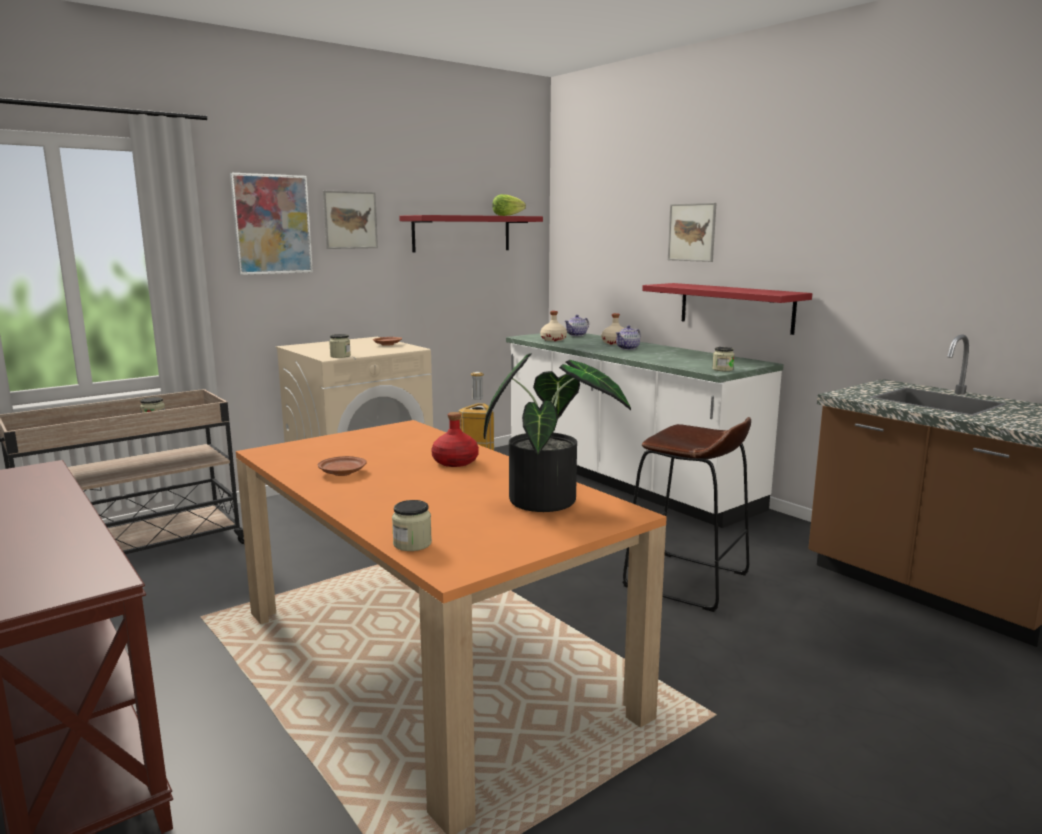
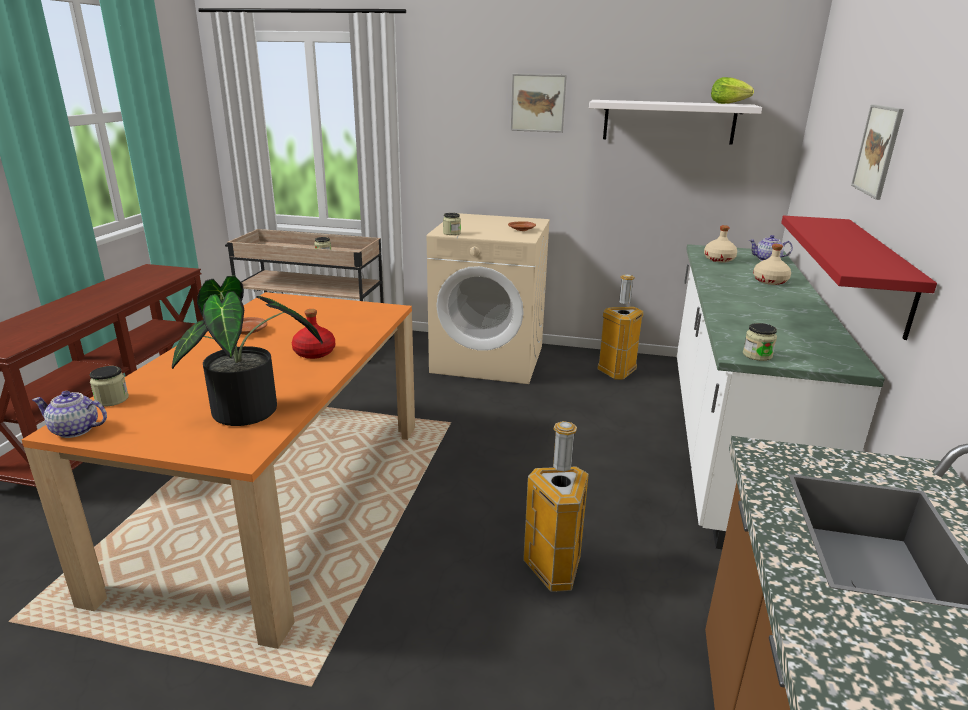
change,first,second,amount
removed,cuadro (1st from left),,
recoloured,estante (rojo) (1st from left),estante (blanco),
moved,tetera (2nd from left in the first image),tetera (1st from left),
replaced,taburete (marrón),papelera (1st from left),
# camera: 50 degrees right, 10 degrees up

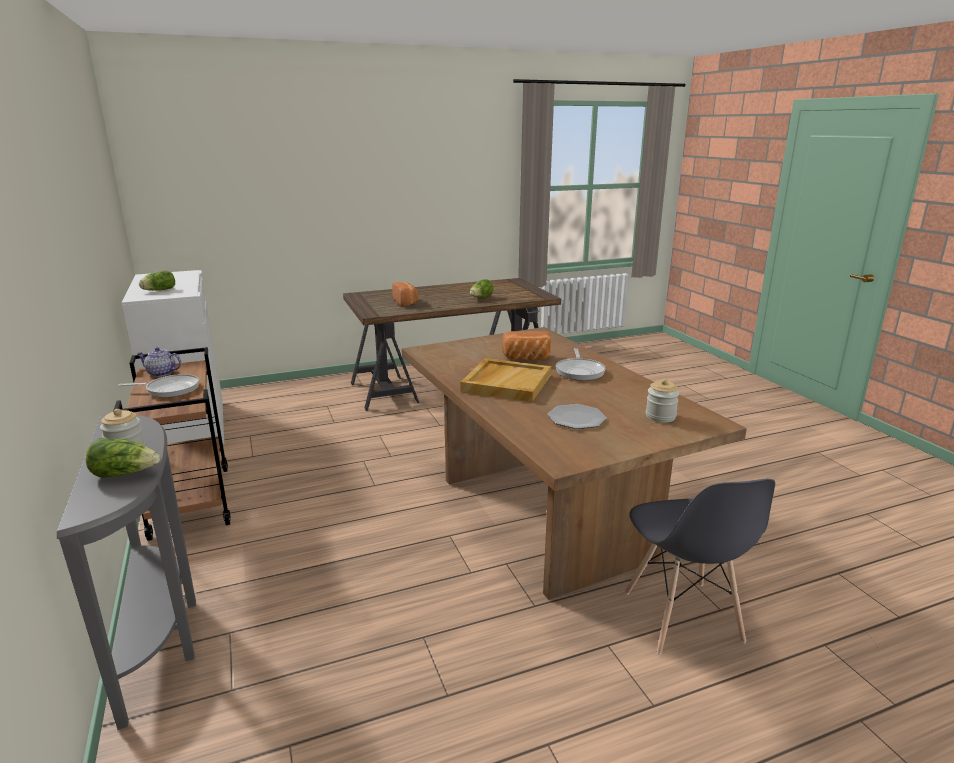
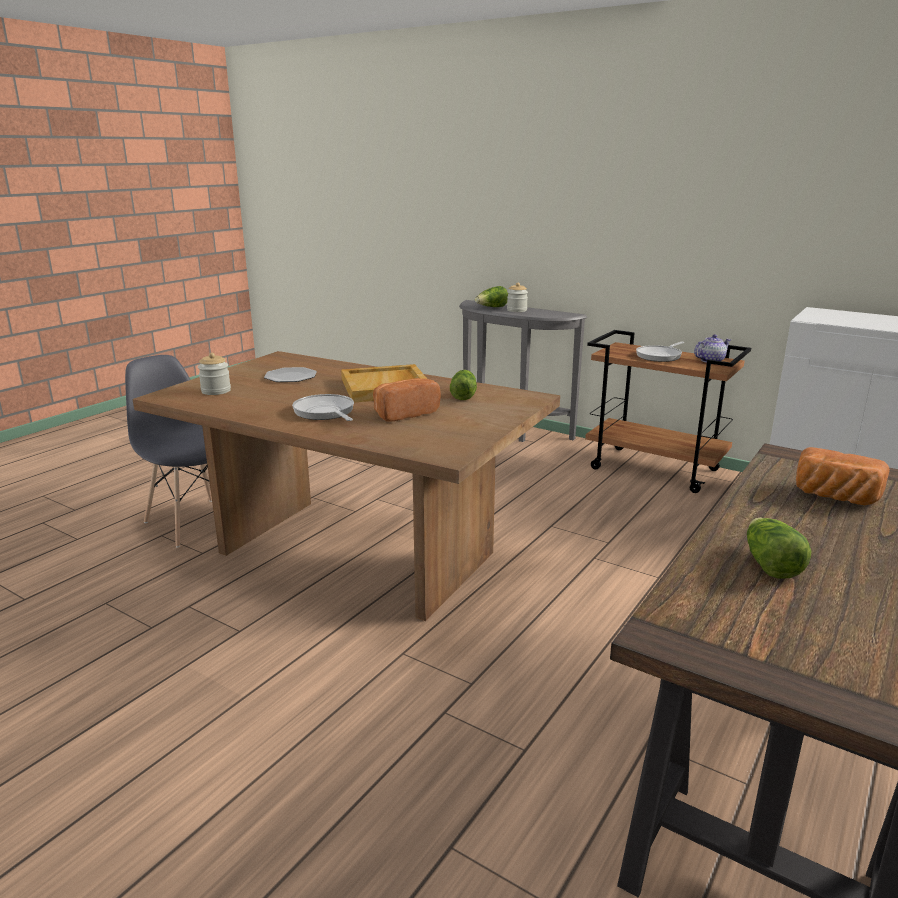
change,first,second,amount
moved,lechuga (2nd from left in the first image),lechuga (1st from left),
# camera: 145 degrees right, 0 degrees up

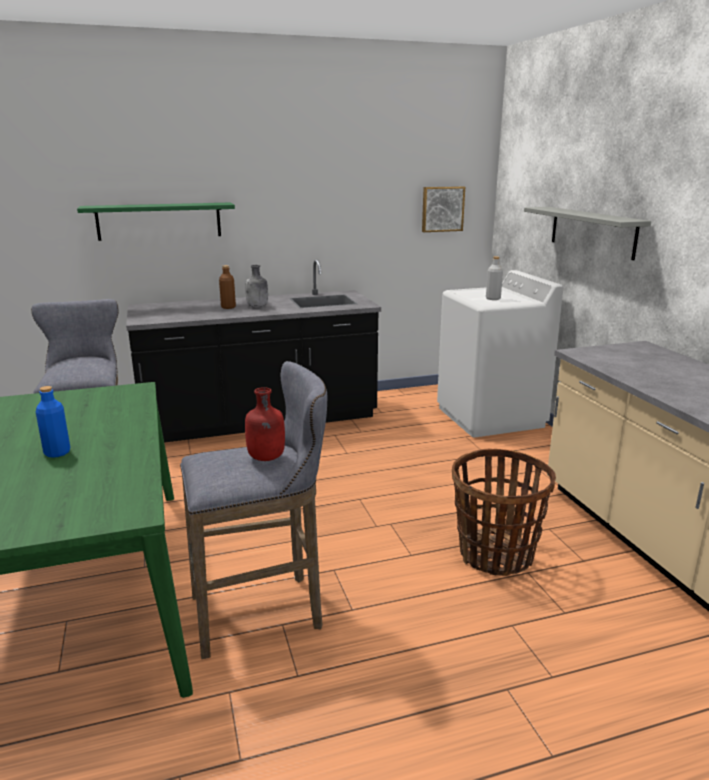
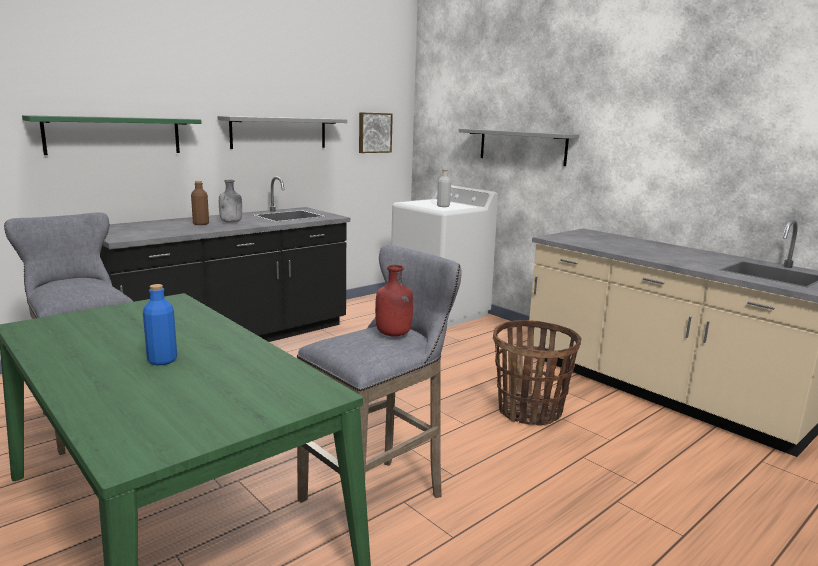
change,first,second,amount
added,,estante (gris) (1st from left),
# camera: 25 degrees left, 5 degrees down

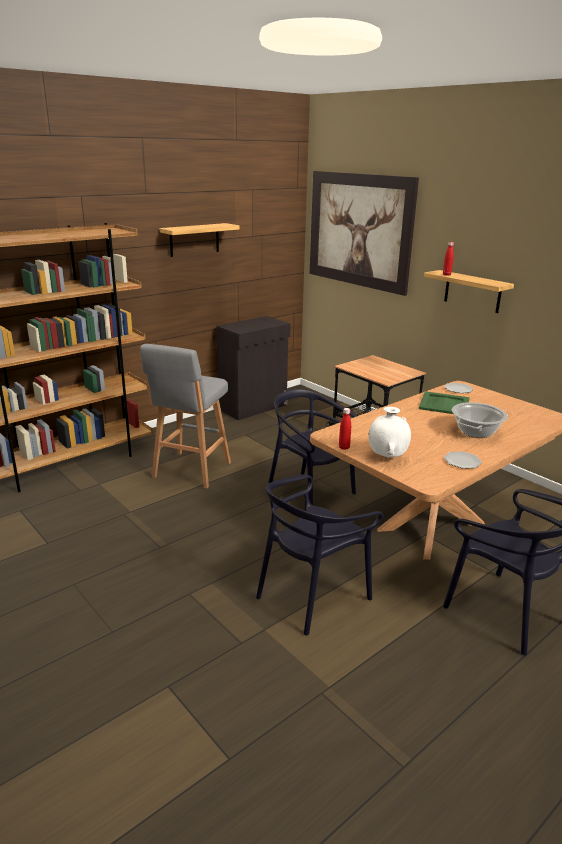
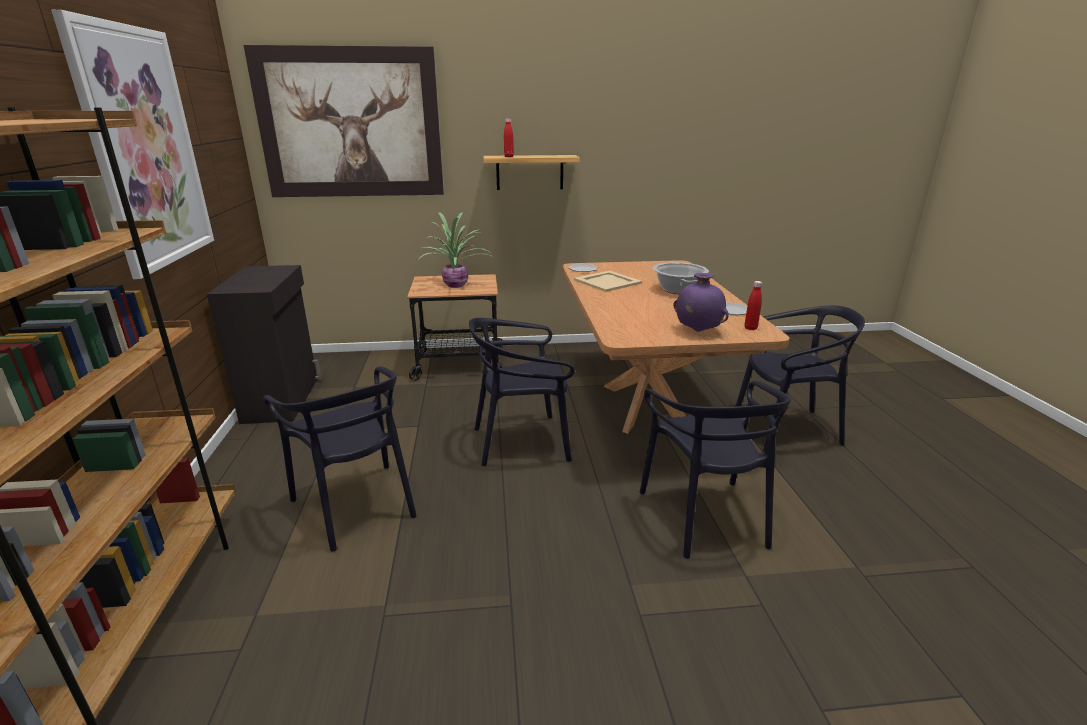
change,first,second,amount
replaced,taburete (gris),silla (negro) (1st from left),
replaced,estante (1st from left),cuadro (1st from left),
moved,botella (rojo) (1st from left in the first image),botella (rojo) (2nd from left),
recoloured,florero (blanco),florero (morado),
recoloured,bandeja (verde),bandeja (beis),
added,,planta en maceta,
# camera: 55 degrees left, 0 degrees up

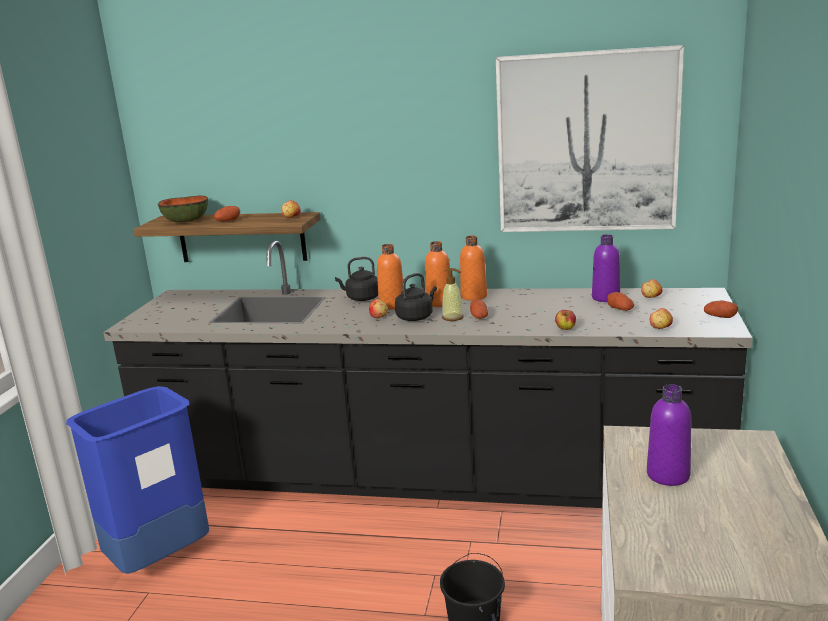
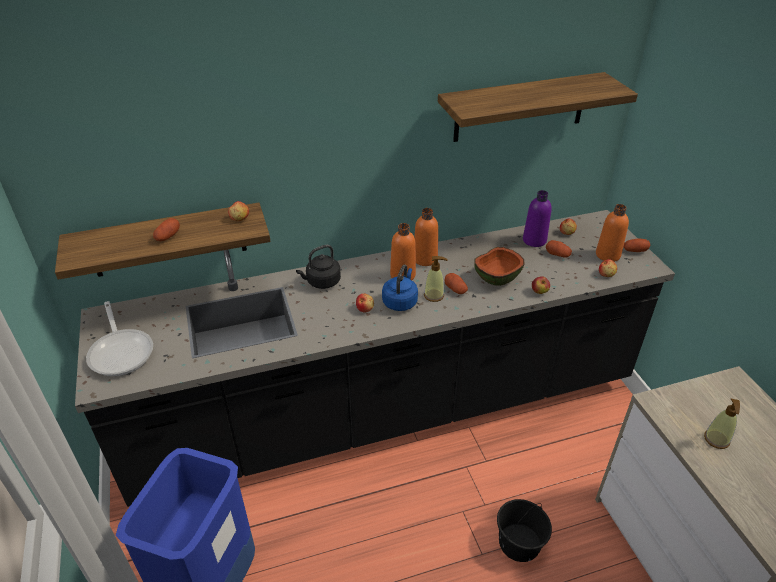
change,first,second,amount
moved,cuenco,,
moved,botella (naranja) (1st from left in the first image),botella (naranja) (3rd from left),
recoloured,hervidor (negro) (2nd from left),hervidor (azul),
replaced,cuadro,estante (2nd from left),
replaced,botella (morado) (2nd from left),dispensador de jabón (2nd from left),
added,,sartén,
# camera: 30 degrees left, 20 degrees up

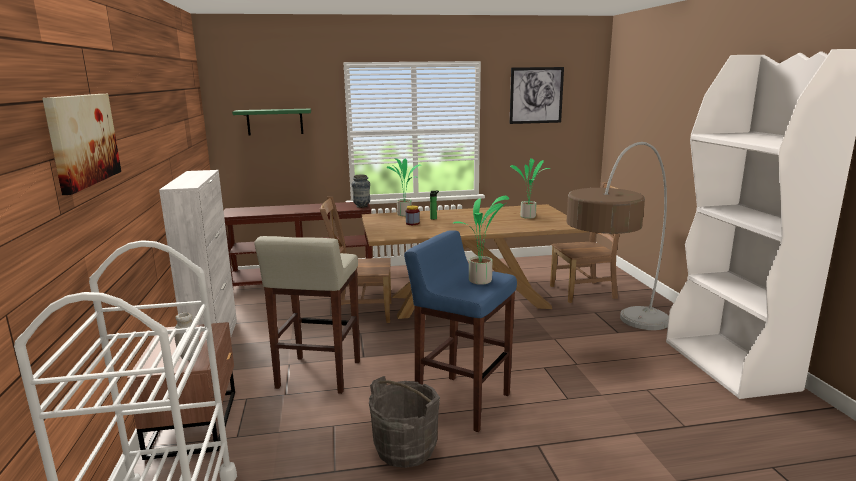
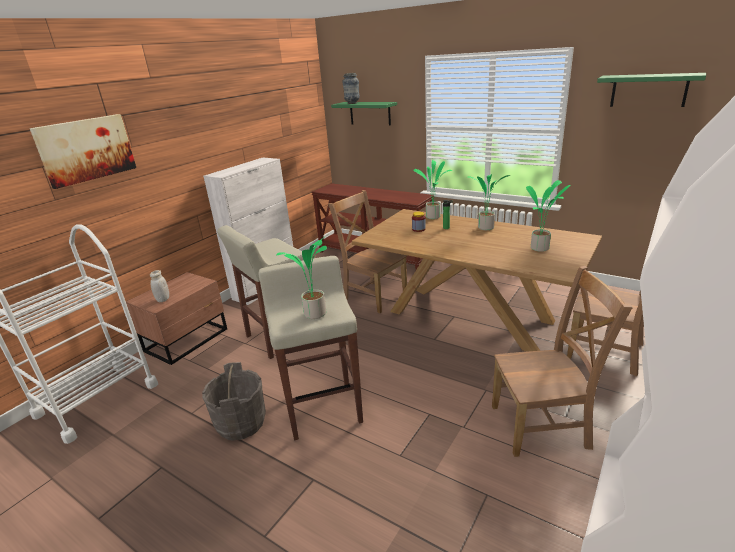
change,first,second,amount
moved,florero,,
recoloured,taburete (azul),taburete (beis) (2nd from left),
replaced,cuadro (2nd from left),estante (verde) (2nd from left),
replaced,lámpara de pie,silla (marrón) (2nd from left),
added,,planta en maceta (3rd from left),
# camera: 45 degrees right, 10 degrees up

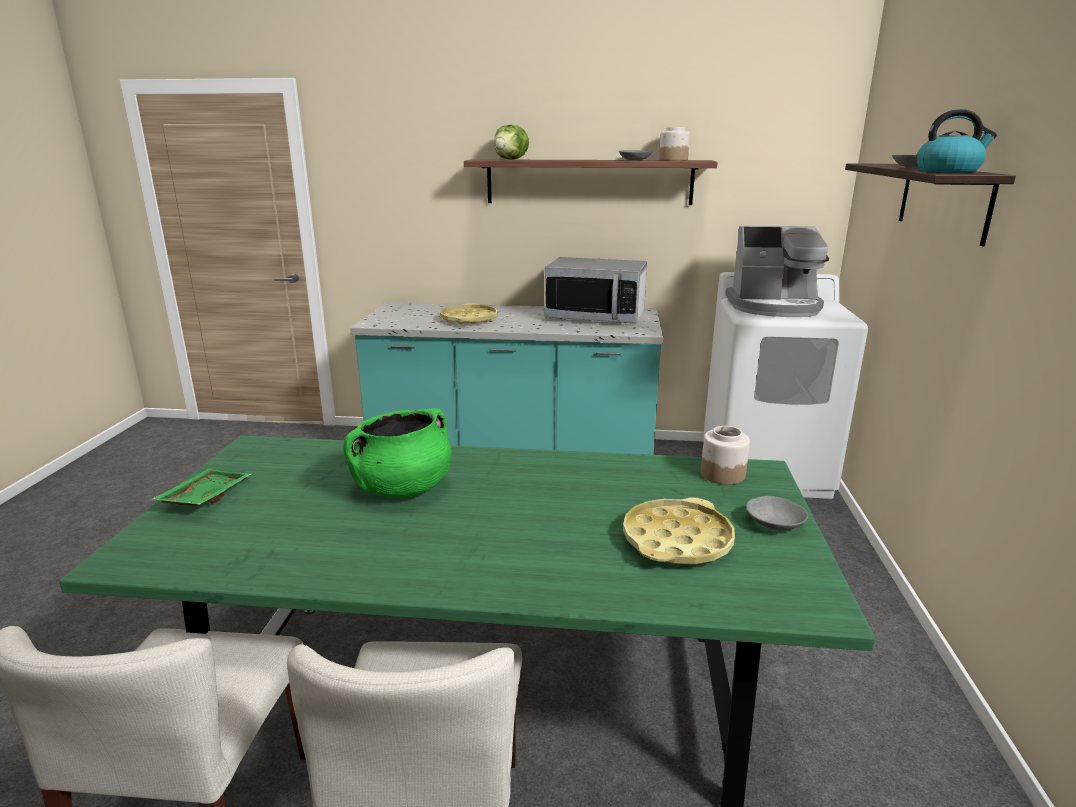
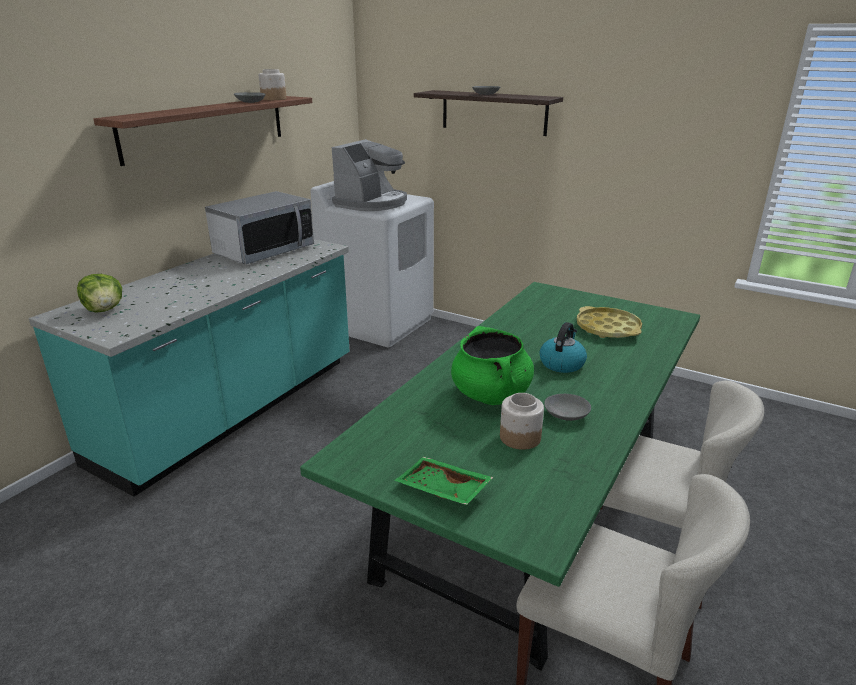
change,first,second,amount
removed,bandeja (amarillo) (1st from left),,
moved,lechuga,,
moved,tarro (2nd from left),,
moved,cuenco (gris) (2nd from left in the first image),cuenco (gris) (3rd from left),
moved,hervidor,,
# camera: 65 degrees left, 5 degrees up

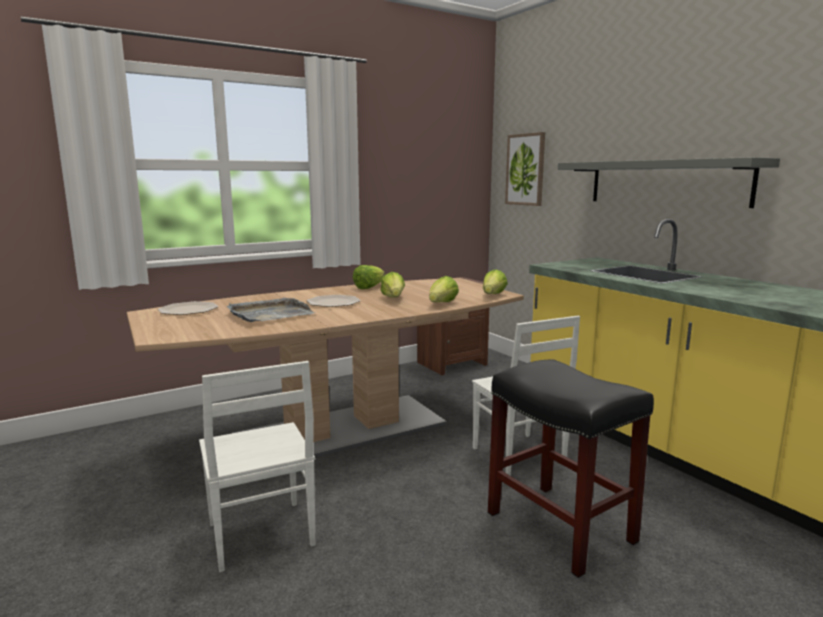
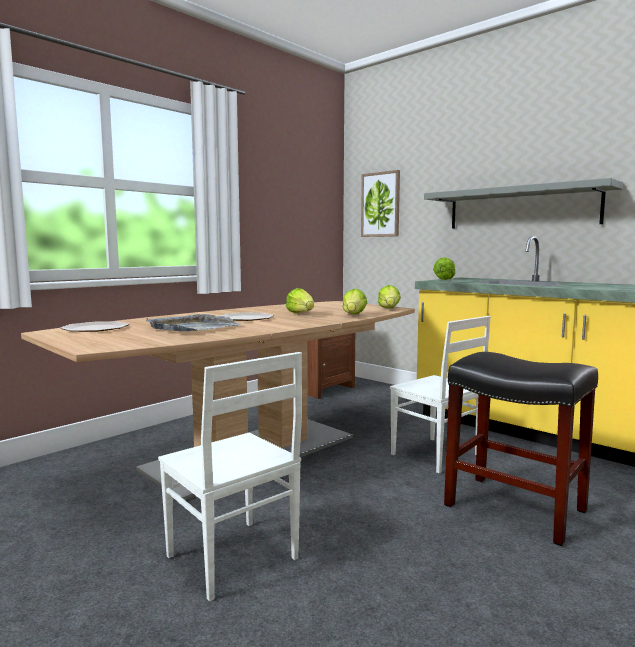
change,first,second,amount
moved,lechuga (1st from left in the first image),lechuga (4th from left),
# camera: 15 degrees left, 5 degrees down

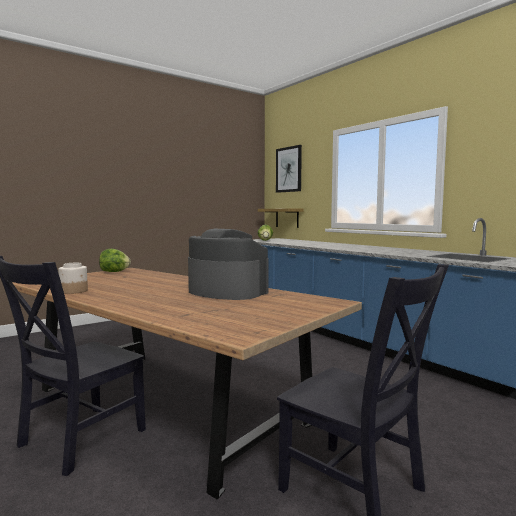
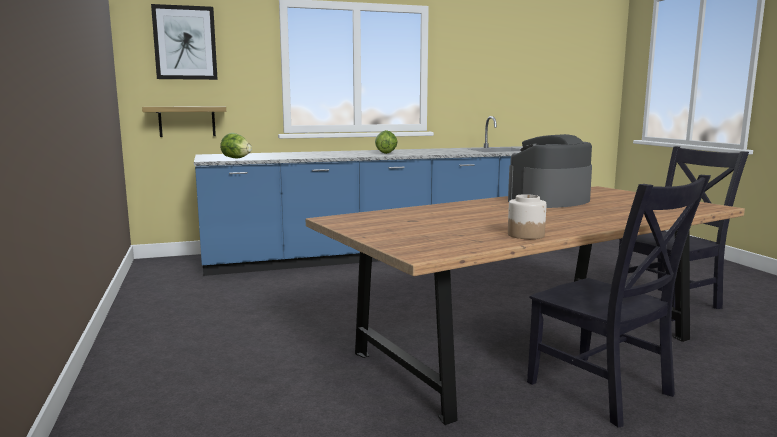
change,first,second,amount
moved,lechuga (1st from left in the first image),lechuga (2nd from left),
# camera: 70 degrees left, 5 degrees up

